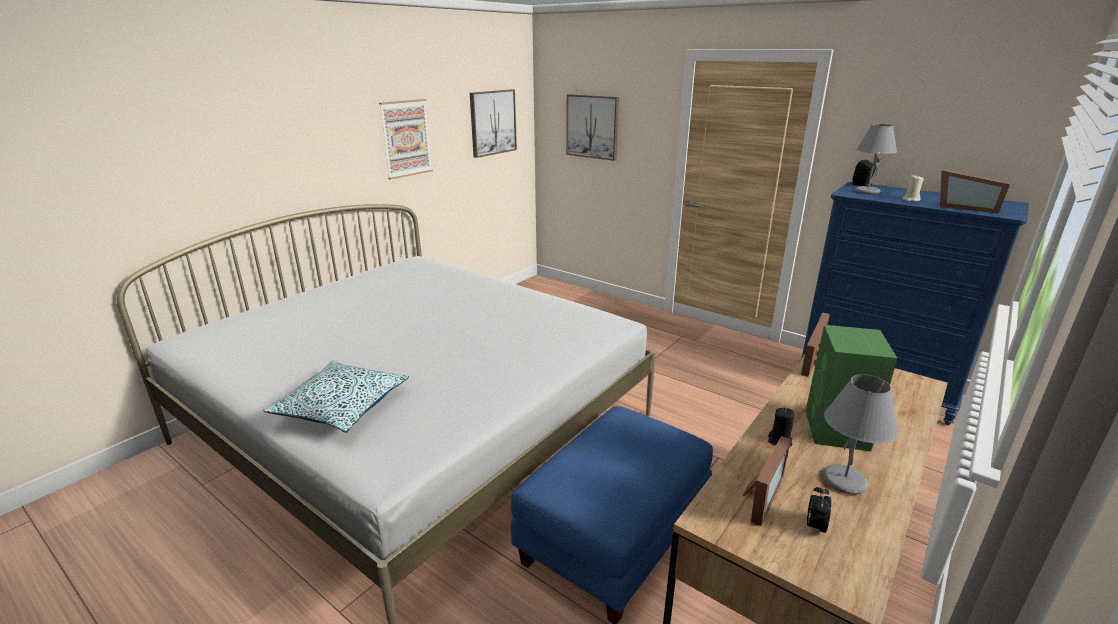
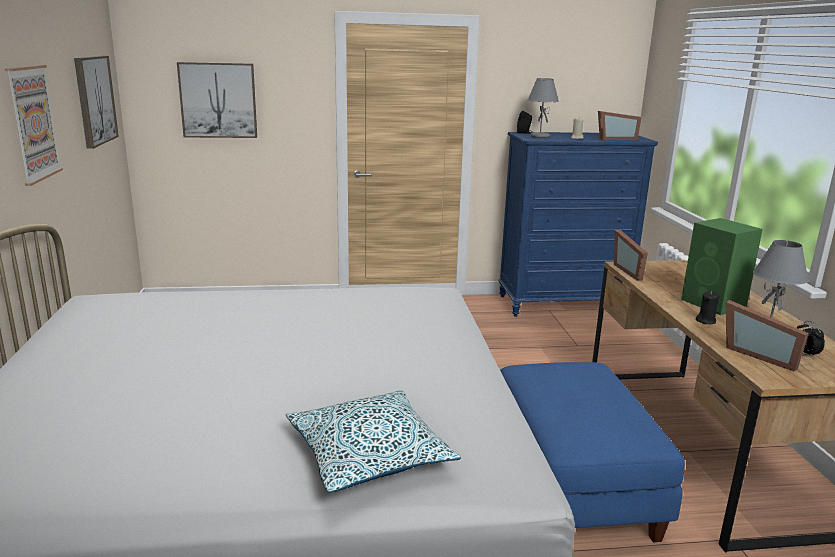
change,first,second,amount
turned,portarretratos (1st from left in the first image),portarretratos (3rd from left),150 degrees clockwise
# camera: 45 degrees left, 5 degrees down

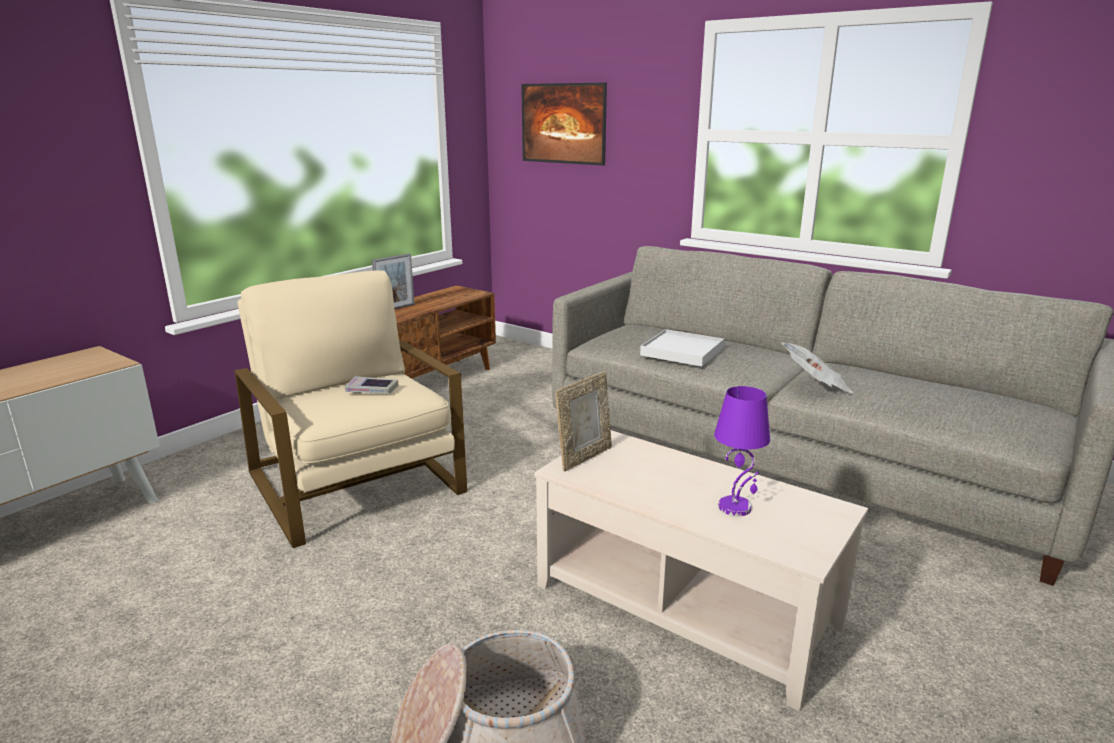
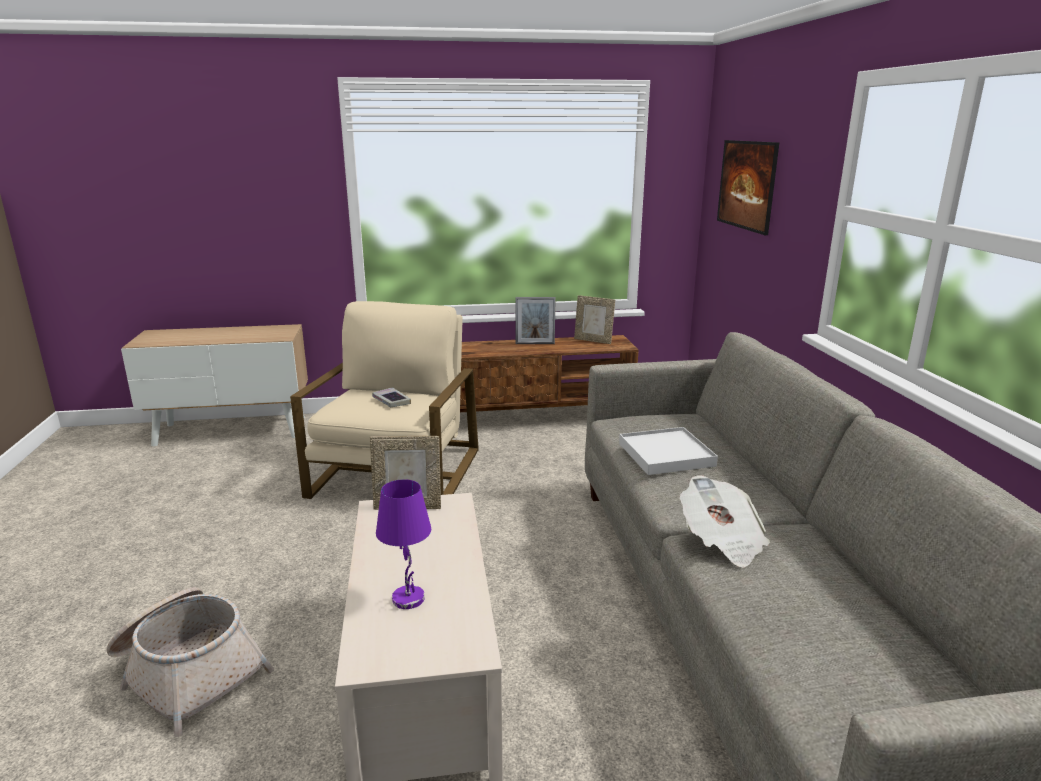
change,first,second,amount
added,,portarretratos (3rd from left),
# camera: 45 degrees right, 0 degrees up

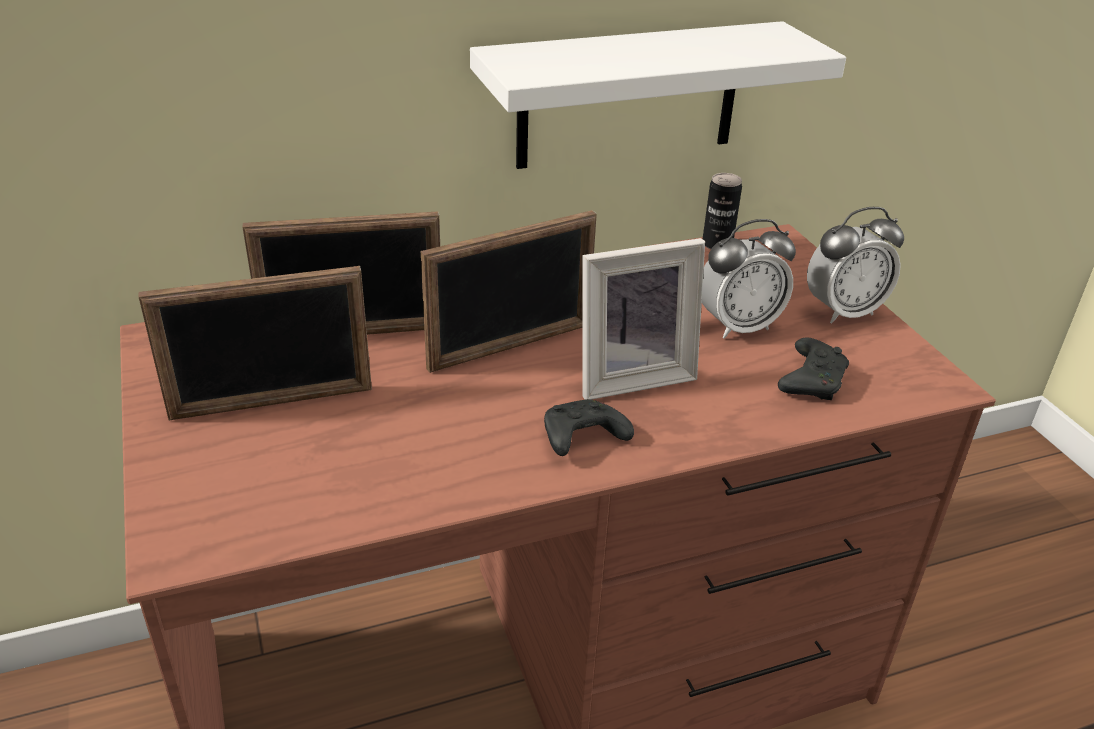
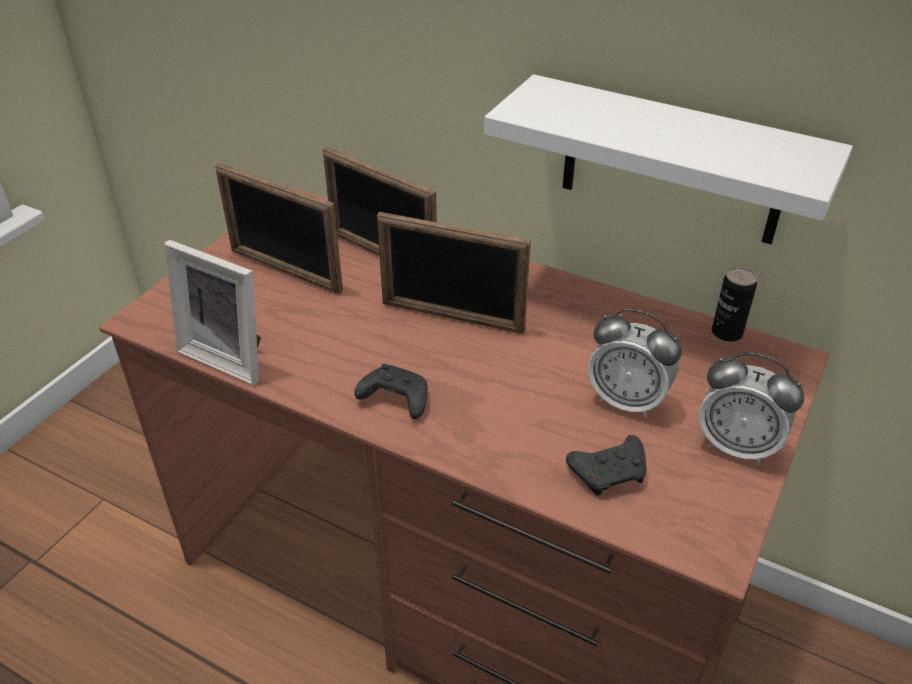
change,first,second,amount
moved,portarretratos (4th from left in the first image),portarretratos (1st from left),
# camera: 50 degrees right, 5 degrees up

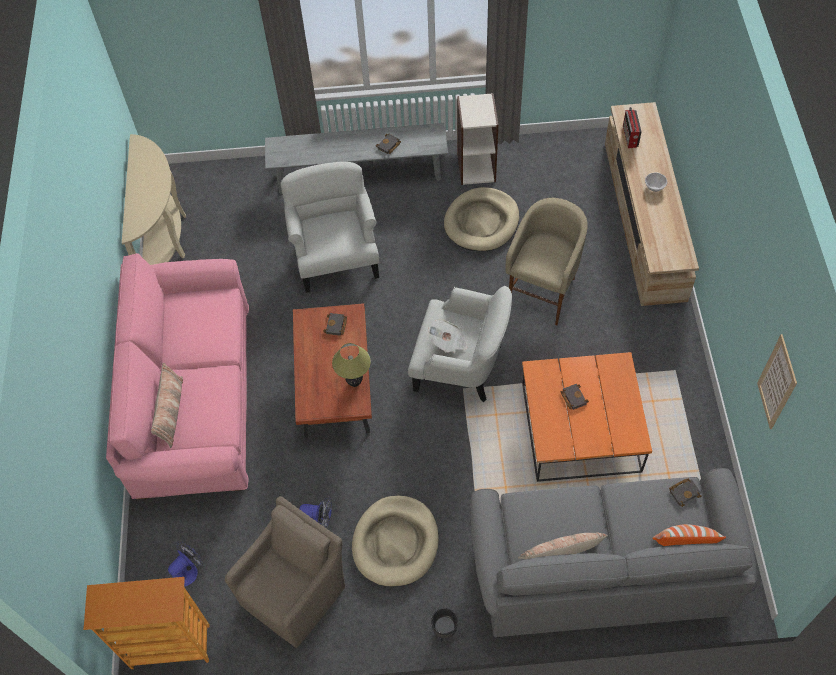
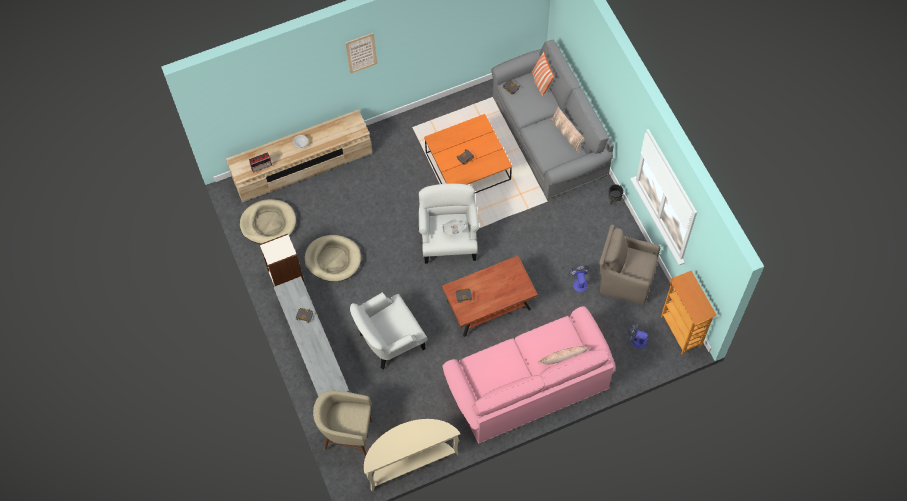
change,first,second,amount
removed,lámpara de mesa,,
moved,cama para perro (beis) (1st from left),,
moved,taburete (beis),,
moved,cuadro,,
# camera: 110 degrees left, 5 degrees up

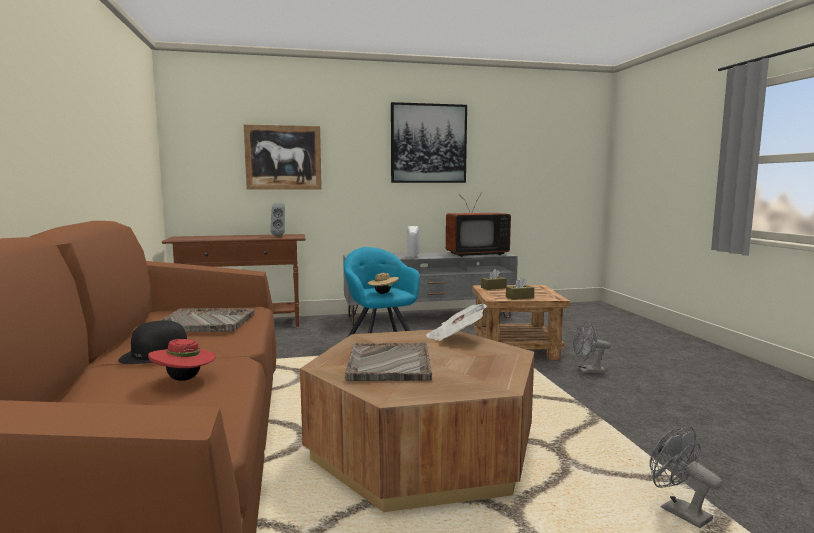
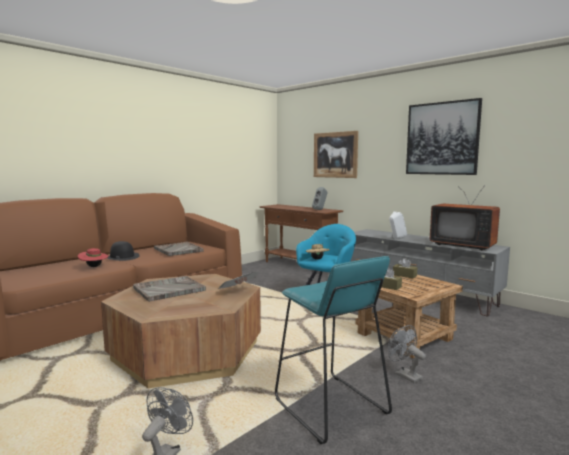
change,first,second,amount
added,,taburete (turquesa),
# camera: 55 degrees right, 0 degrees up

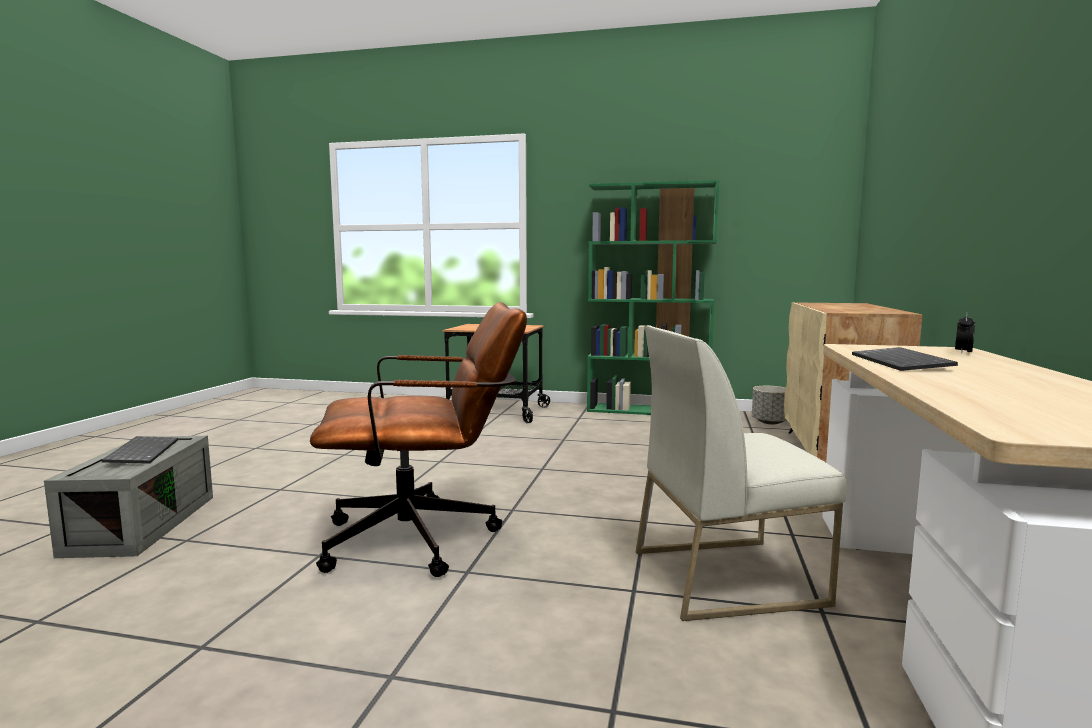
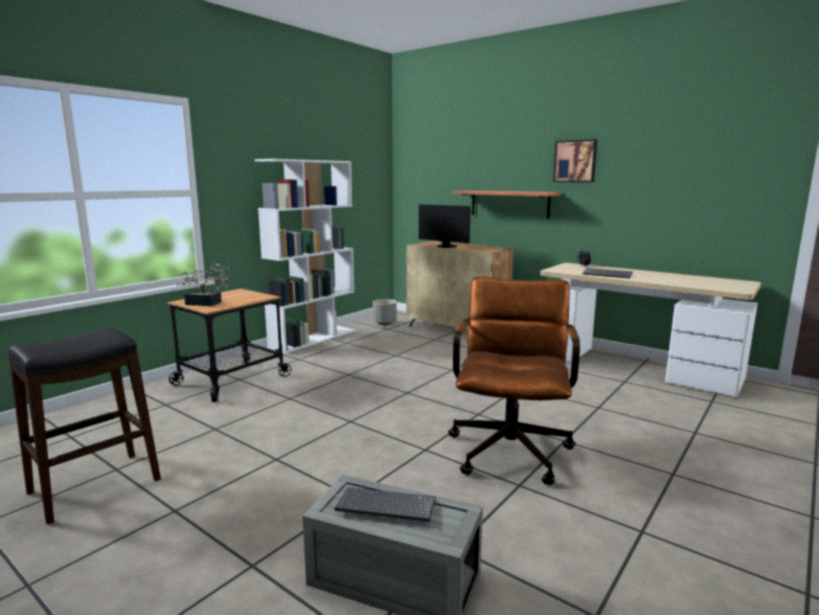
change,first,second,amount
recoloured,estantería (verde),estantería (blanco),
removed,silla (blanco),,
added,,taburete (negro),
added,,planta en maceta,
added,,monitor,
added,,estante,
added,,cuadro,
# camera: 65 degrees left, 5 degrees up

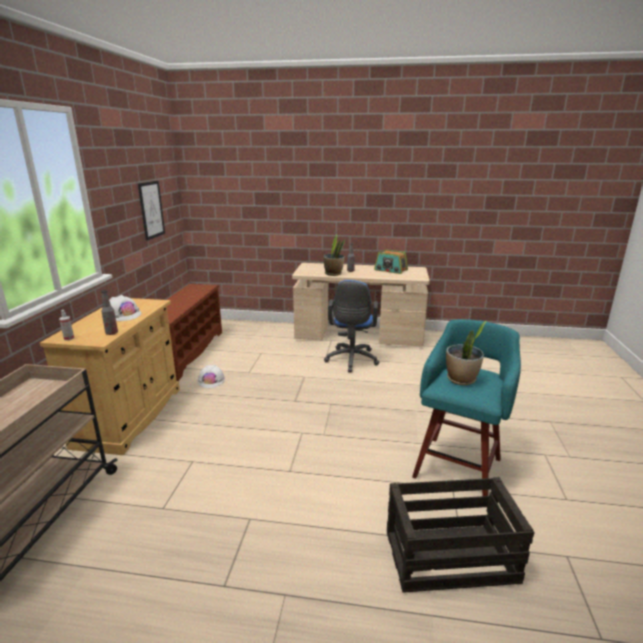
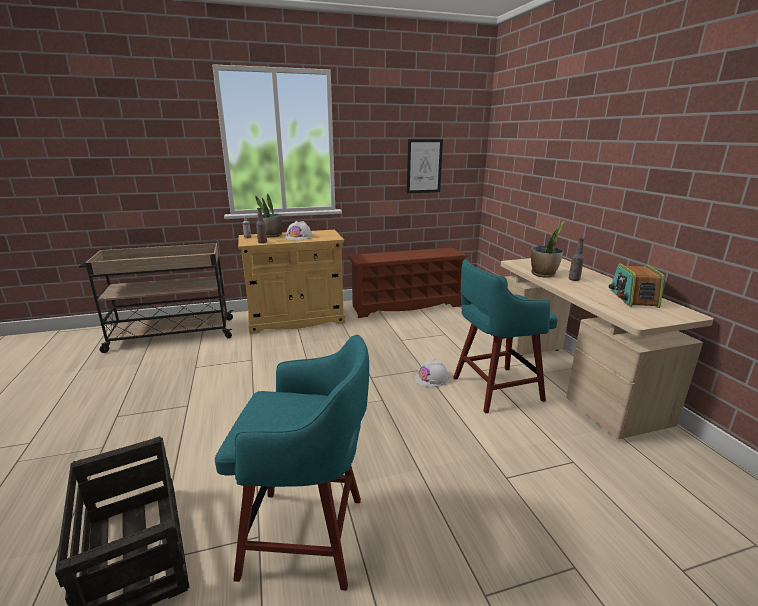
change,first,second,amount
moved,casco (blanco) (2nd from left),,
replaced,silla de oficina (azul),taburete (turquesa) (2nd from left),
moved,planta en maceta (2nd from left in the first image),planta en maceta (1st from left),
# camera: 65 degrees right, 0 degrees up

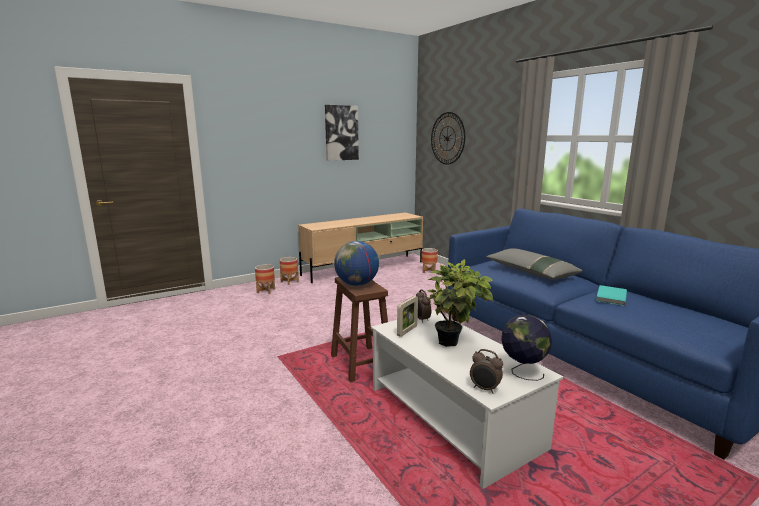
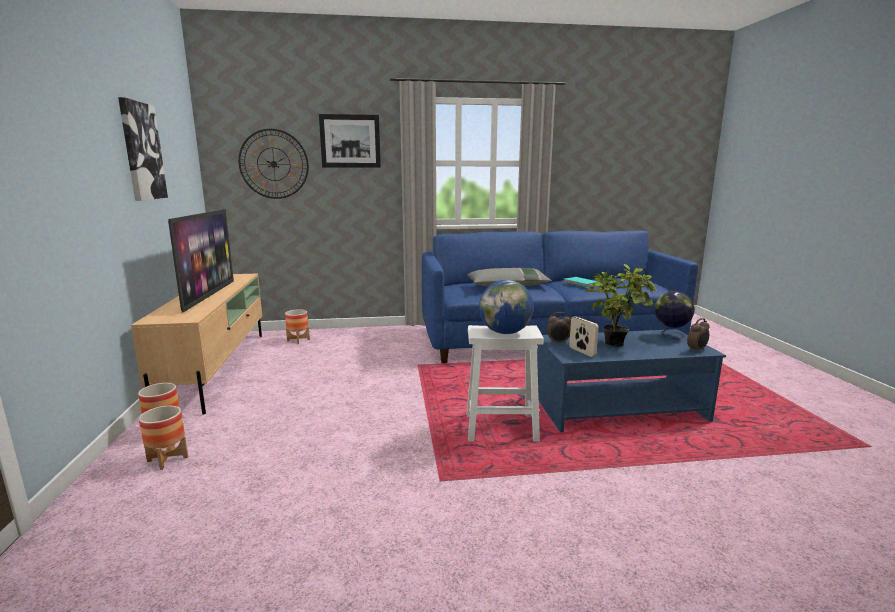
change,first,second,amount
recoloured,taburete (marrón),taburete (blanco),
recoloured,mesa de centro (blanco),mesa de centro (azul),
added,,televisor,
added,,cuadro (2nd from left),
# camera: 65 degrees left, 0 degrees up

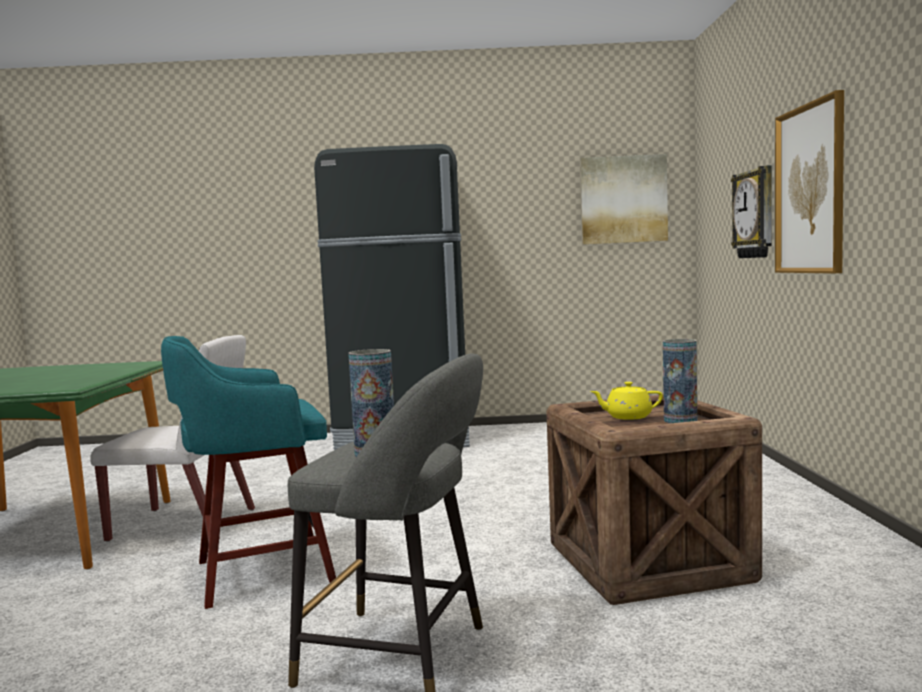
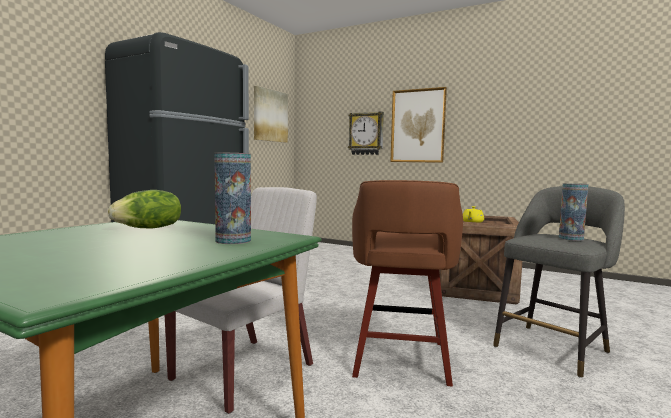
change,first,second,amount
recoloured,taburete (turquesa),taburete (marrón),
moved,florero (2nd from left in the first image),florero (1st from left),
added,,lechuga,
# camera: 60 degrees left, 0 degrees up

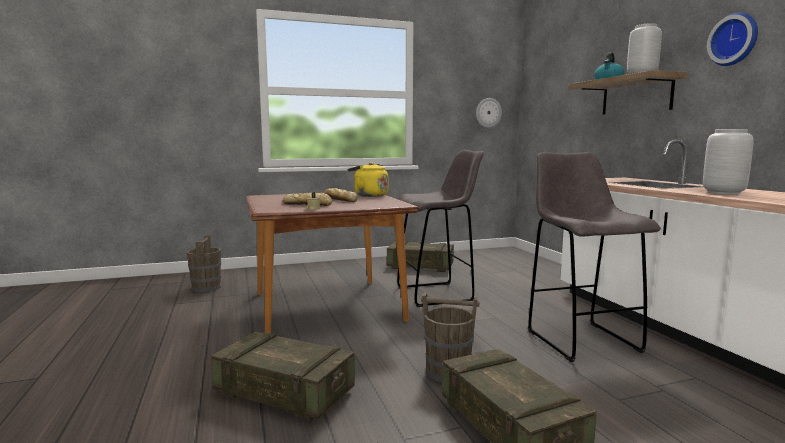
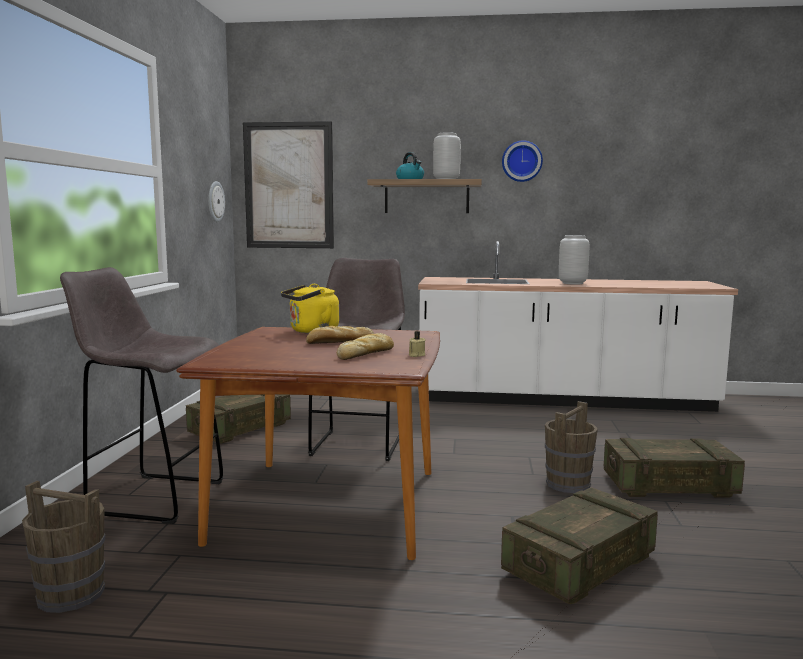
change,first,second,amount
moved,taburete (gris) (2nd from left in the first image),taburete (gris) (1st from left),
added,,cuadro,
# camera: 65 degrees left, 0 degrees up

